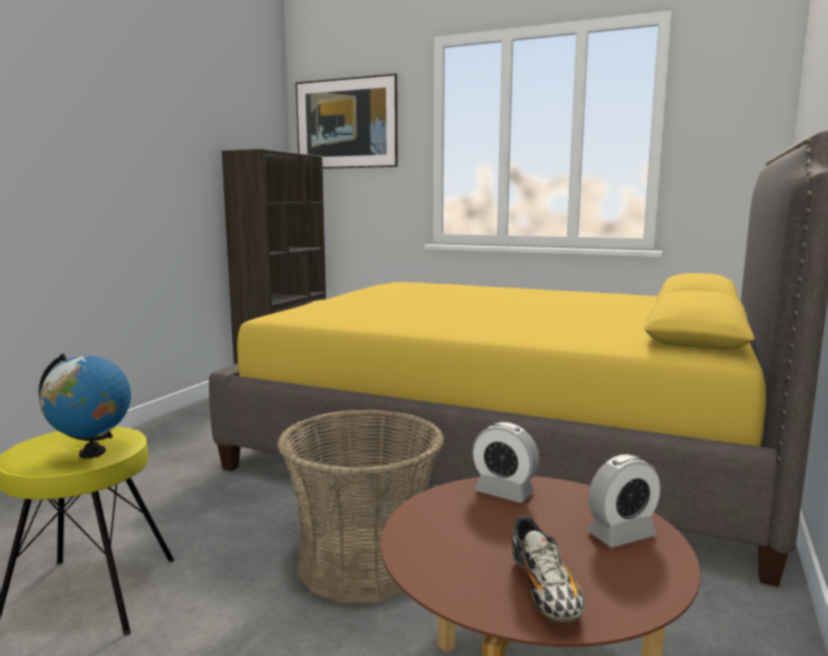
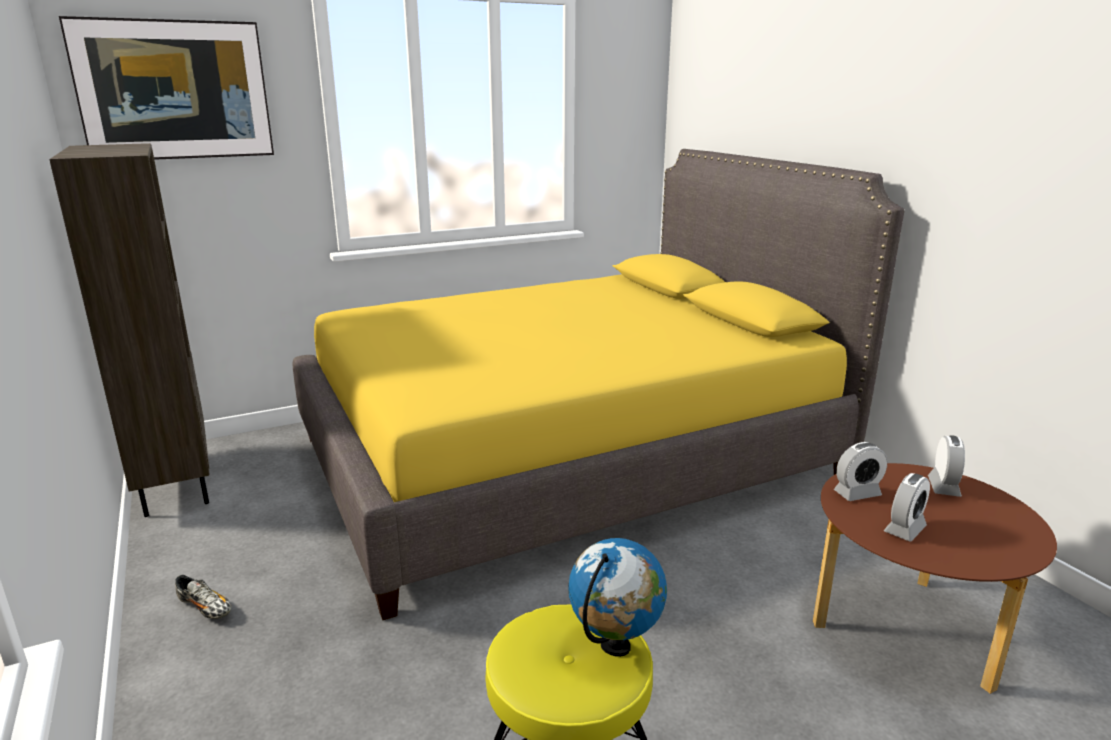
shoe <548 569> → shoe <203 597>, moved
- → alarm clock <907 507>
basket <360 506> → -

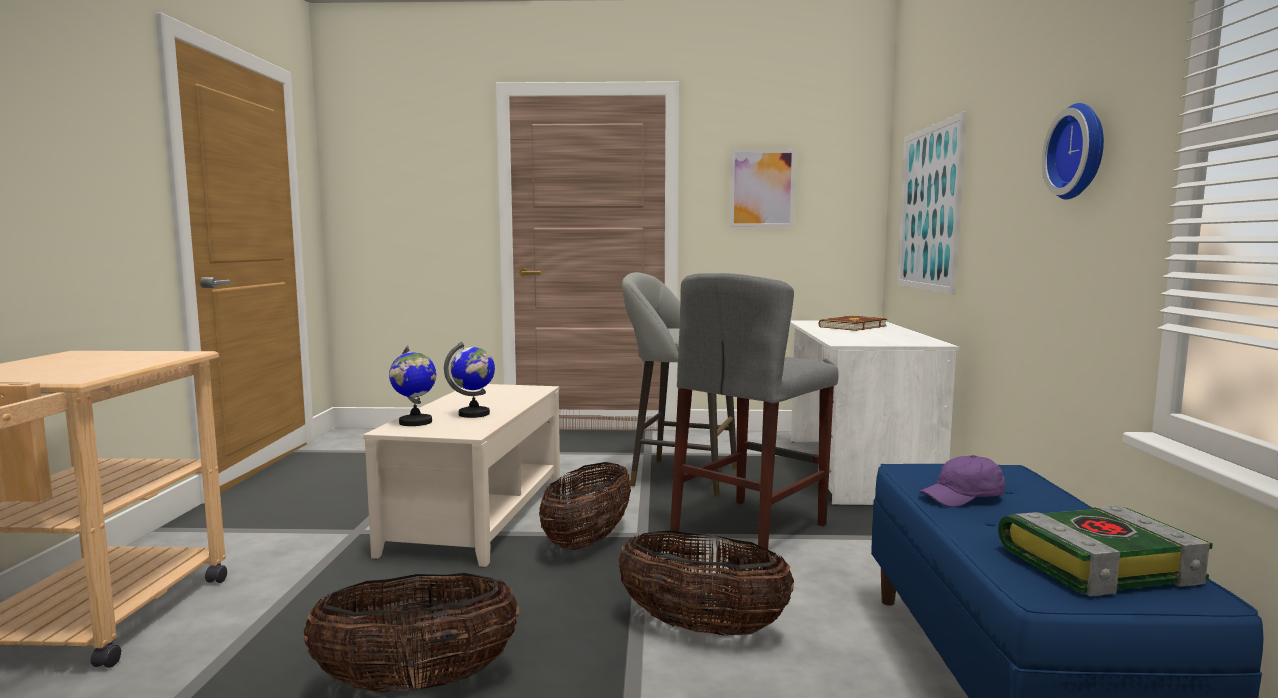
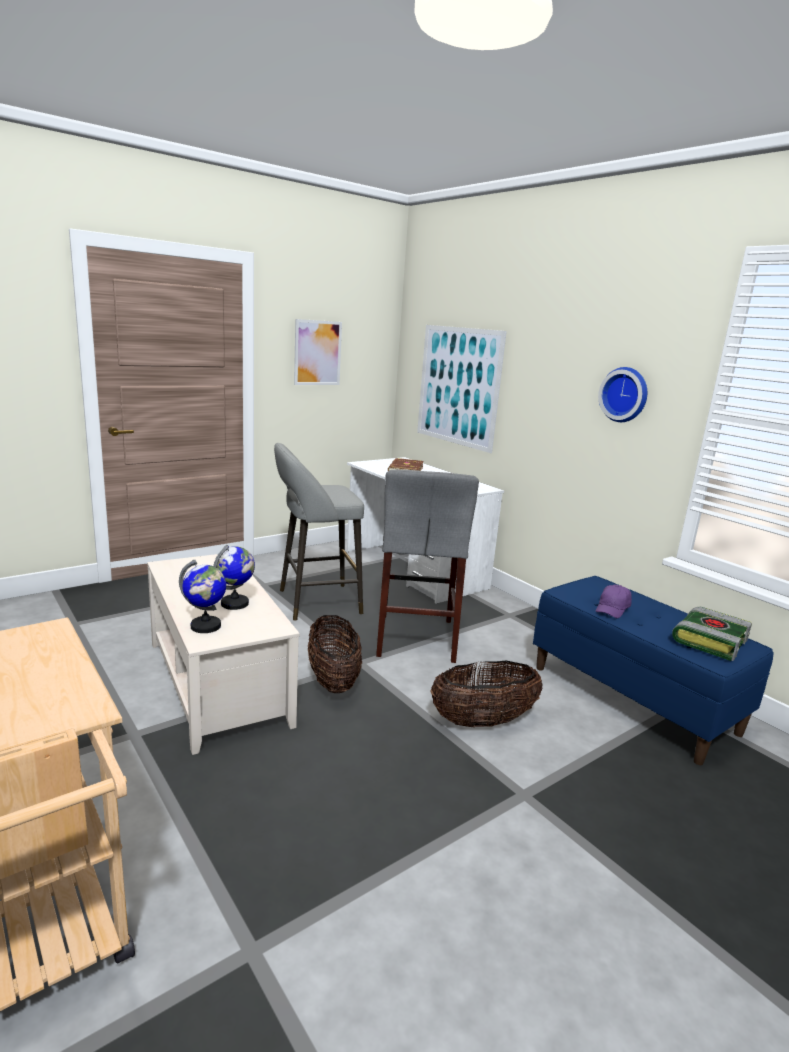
basket <411 633> → -

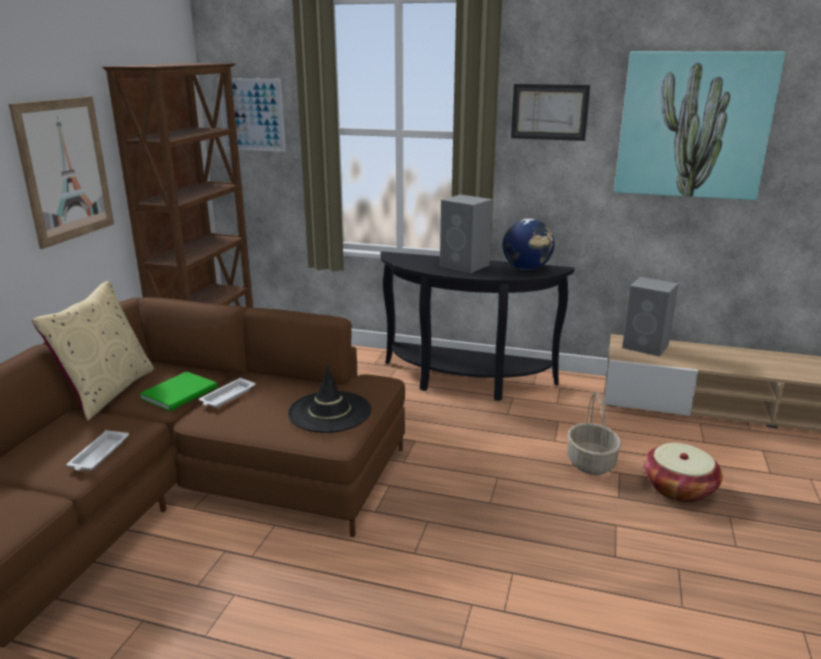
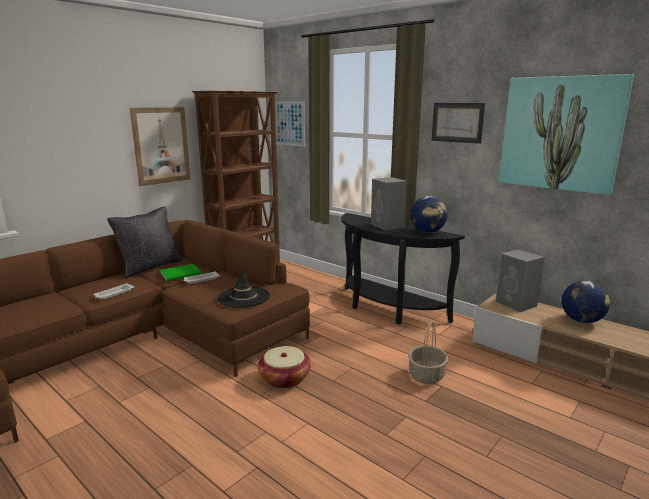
pillow in beige <93 351> → pillow in black <145 242>
basket <683 473> → basket <284 367>, moved
- → globe <586 302>

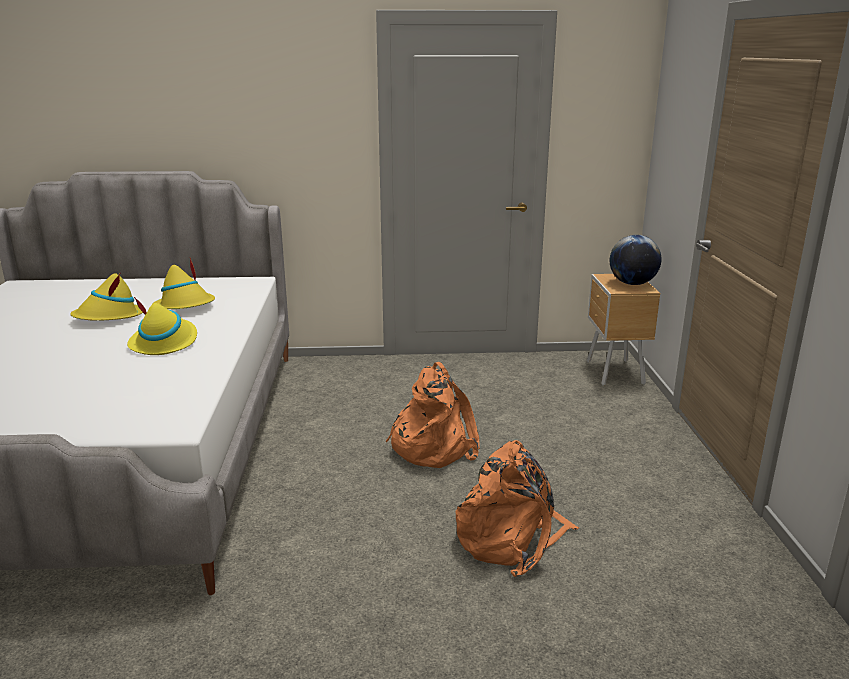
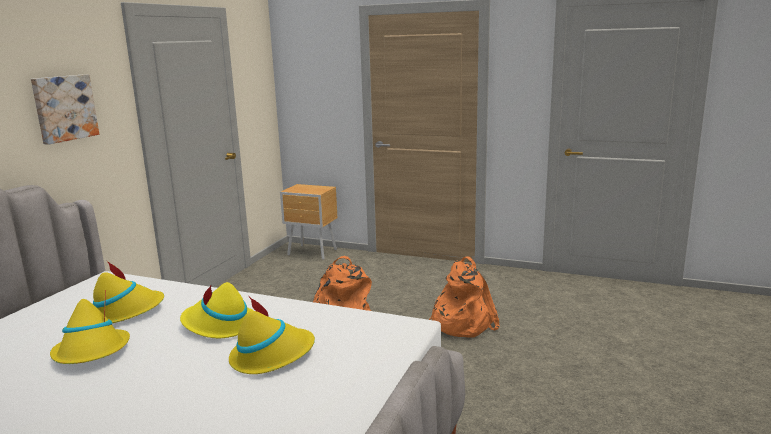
- → picture <65 109>
- → hat in yellow <272 335>
globe <635 260> → -

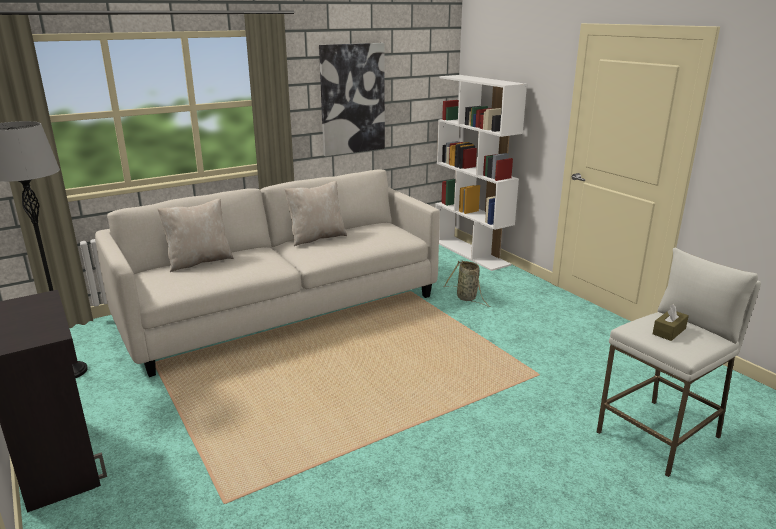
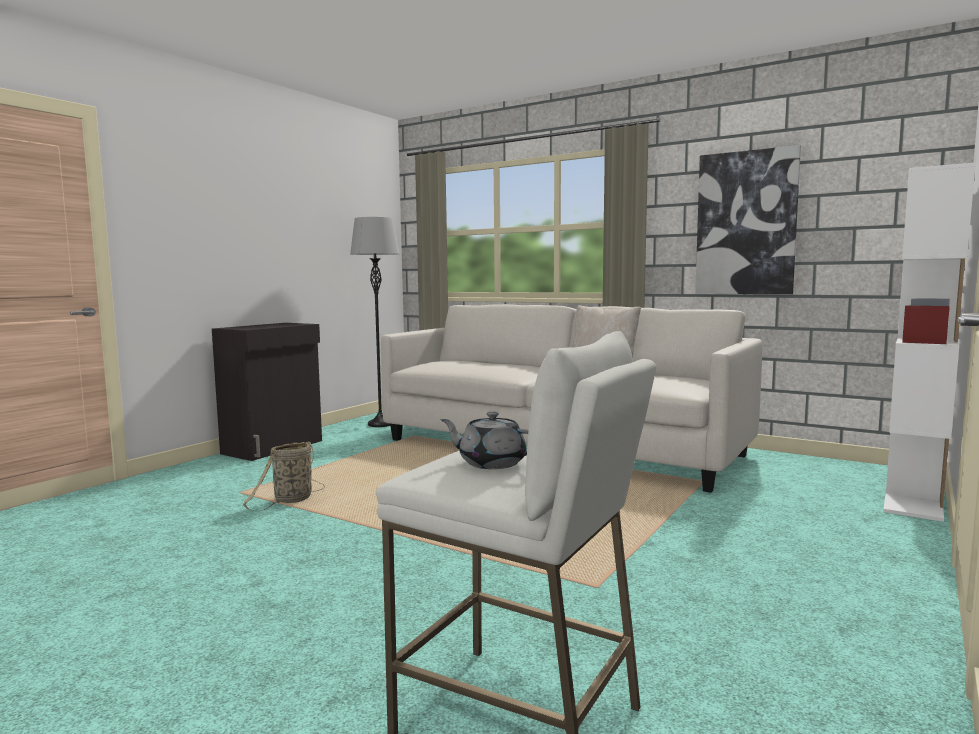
basket <466 283> → basket <284 476>, moved
tissue box in brown <671 322> → teapot in grey <484 440>
pillow in beige <195 235> → -

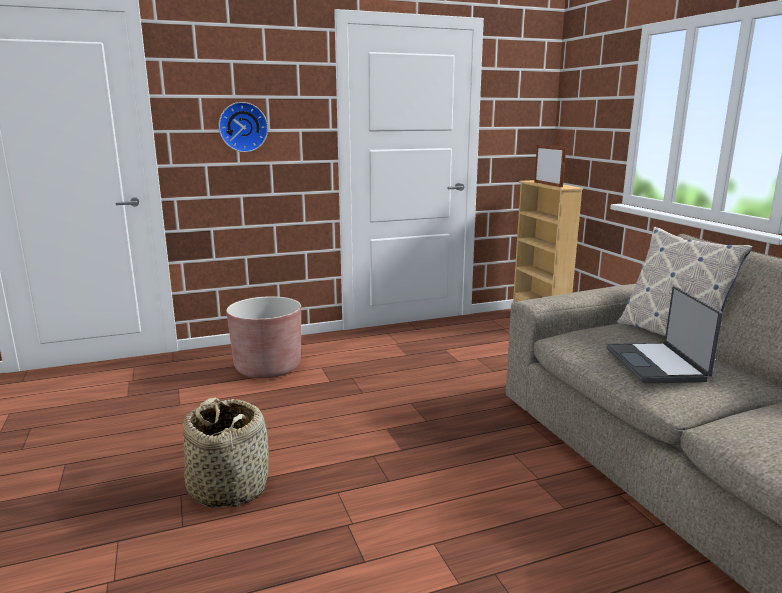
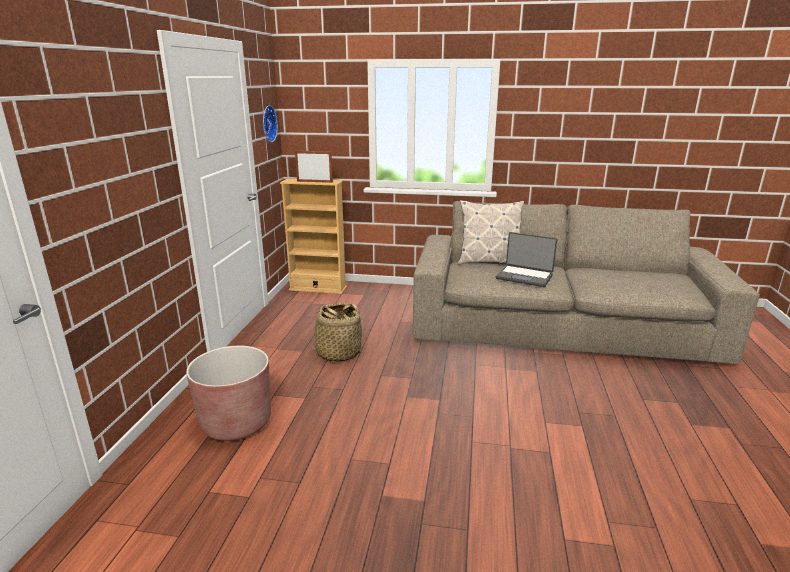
wall clock <243 127> → wall clock <270 124>, moved
basket <226 453> → basket <335 332>, moved

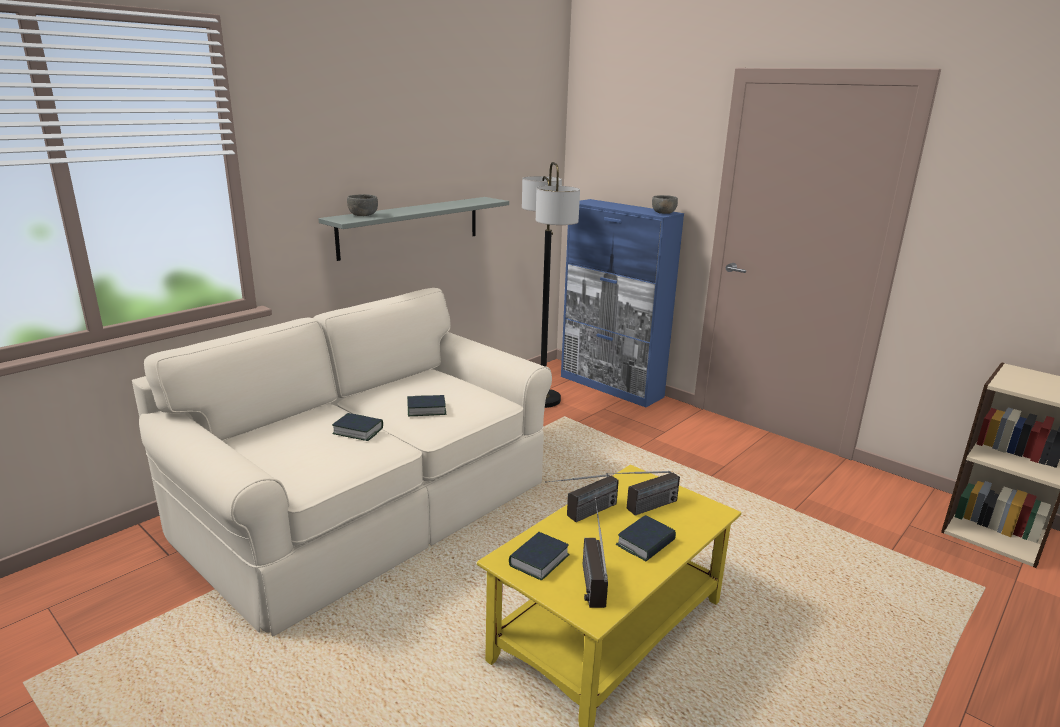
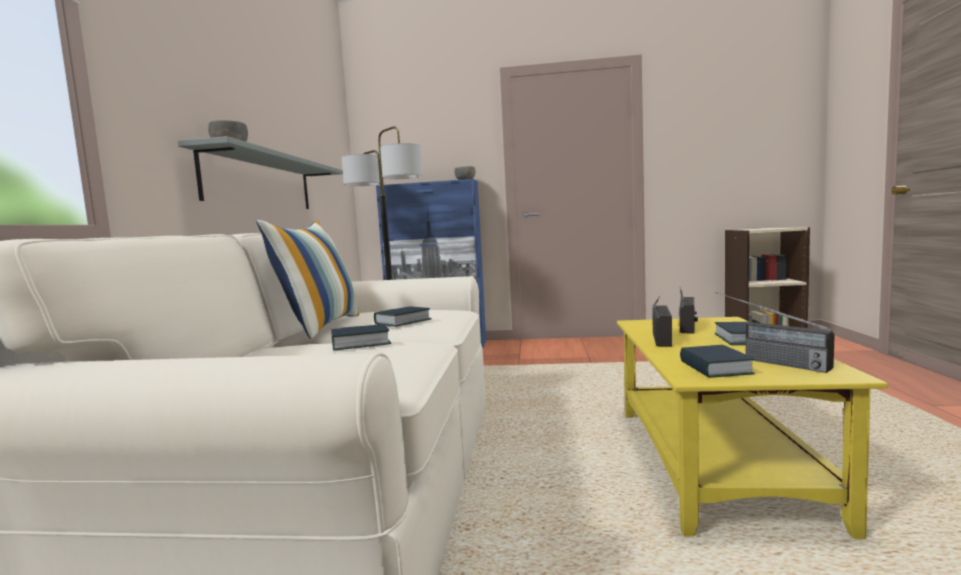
- → pillow <308 279>

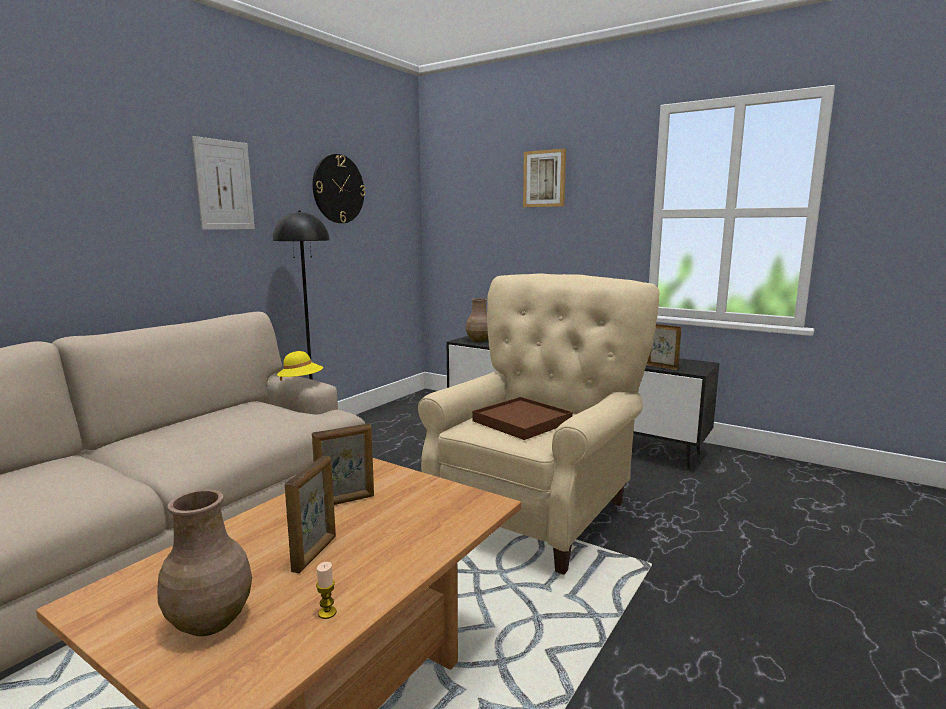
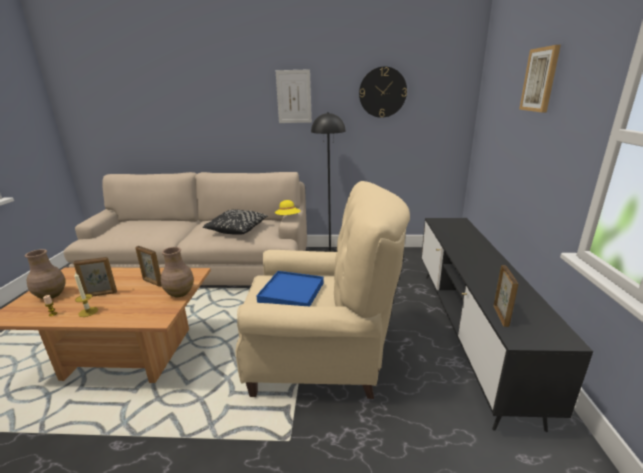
- → candle <86 294>
vase in brown <477 320> → vase in brown <177 272>, moved
- → pillow in black <235 222>
tray in brown <522 418> → tray in blue <290 288>

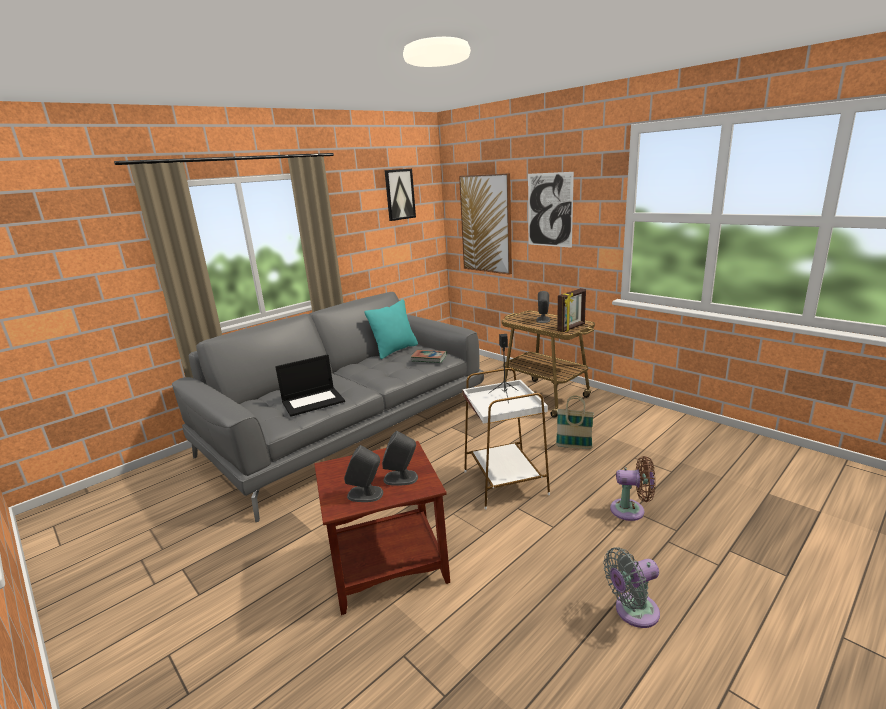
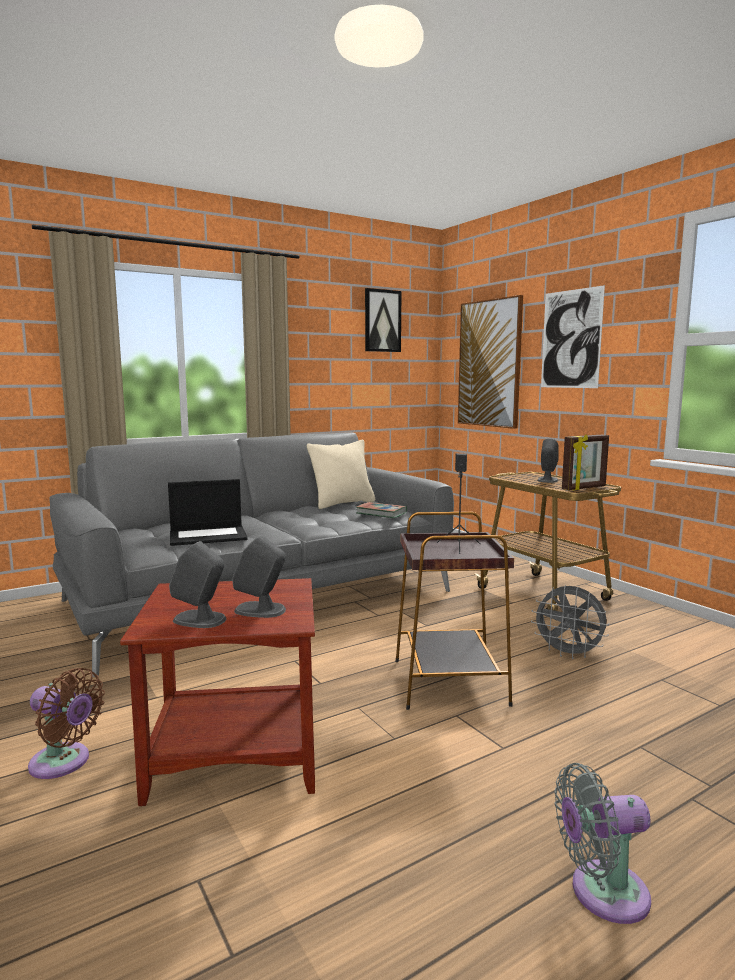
fan in brown <632 488> → fan in brown <66 723>, moved
pillow in turquoise <391 329> → pillow in beige <341 474>
side table in white <506 438> → side table in brown <455 611>
basket <575 422> → fan in grey <570 622>

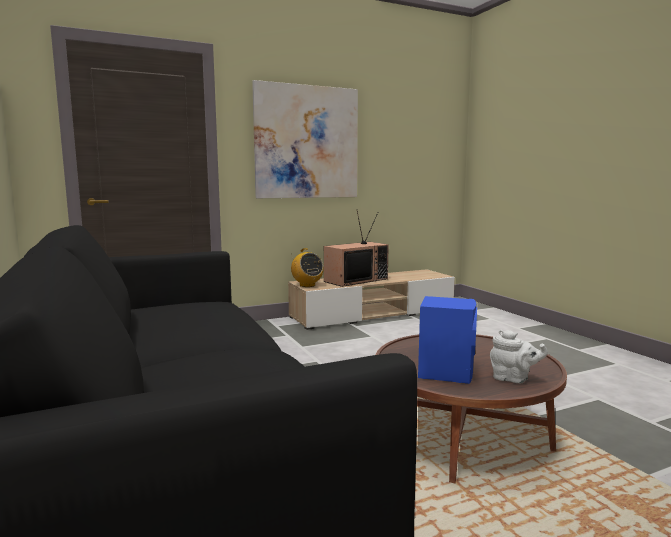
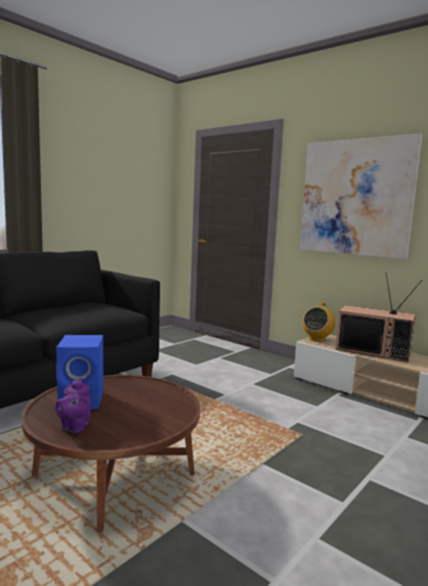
teapot in white <519 356> → teapot in purple <73 405>

